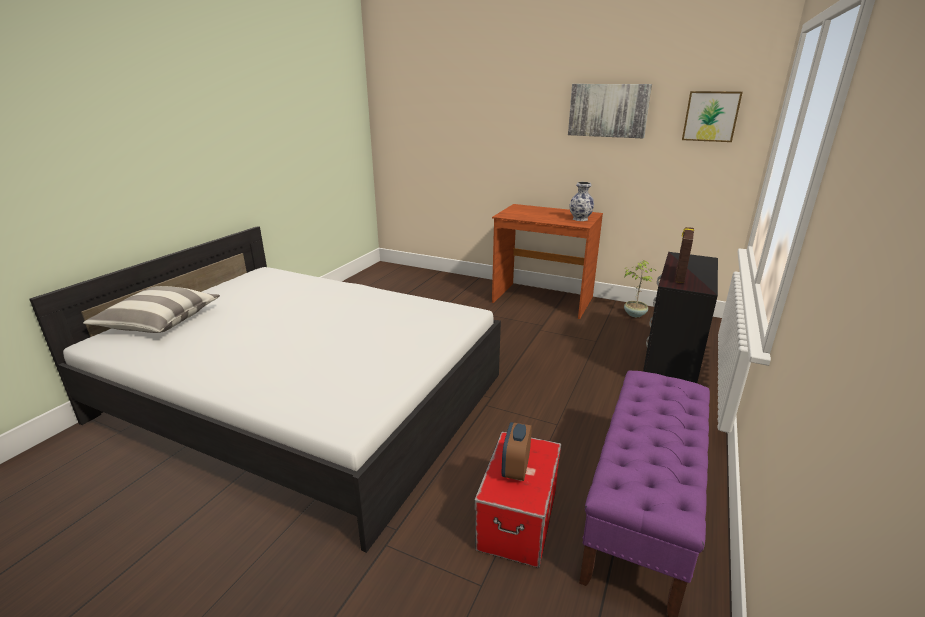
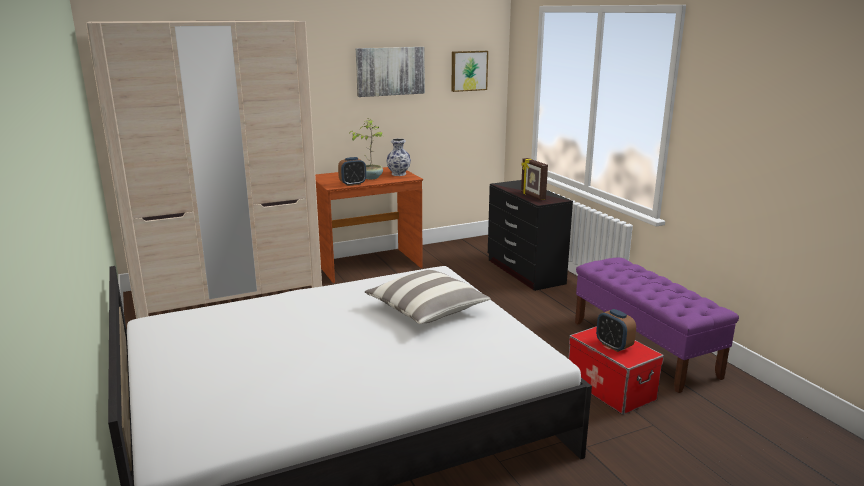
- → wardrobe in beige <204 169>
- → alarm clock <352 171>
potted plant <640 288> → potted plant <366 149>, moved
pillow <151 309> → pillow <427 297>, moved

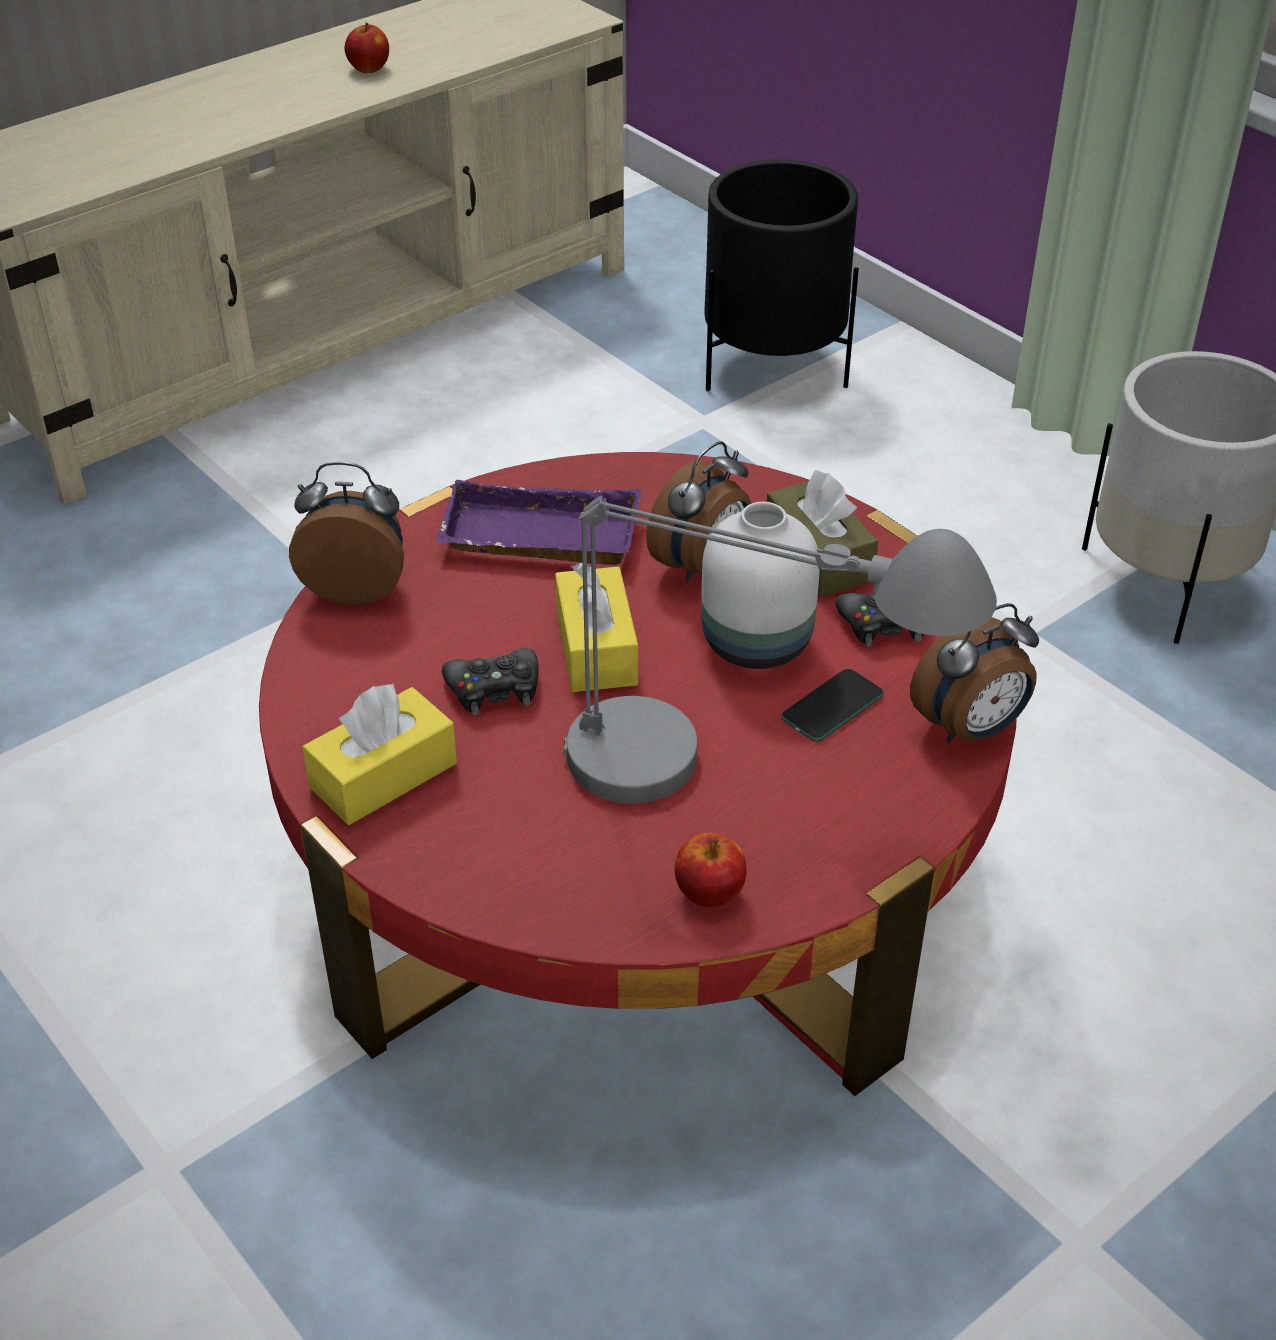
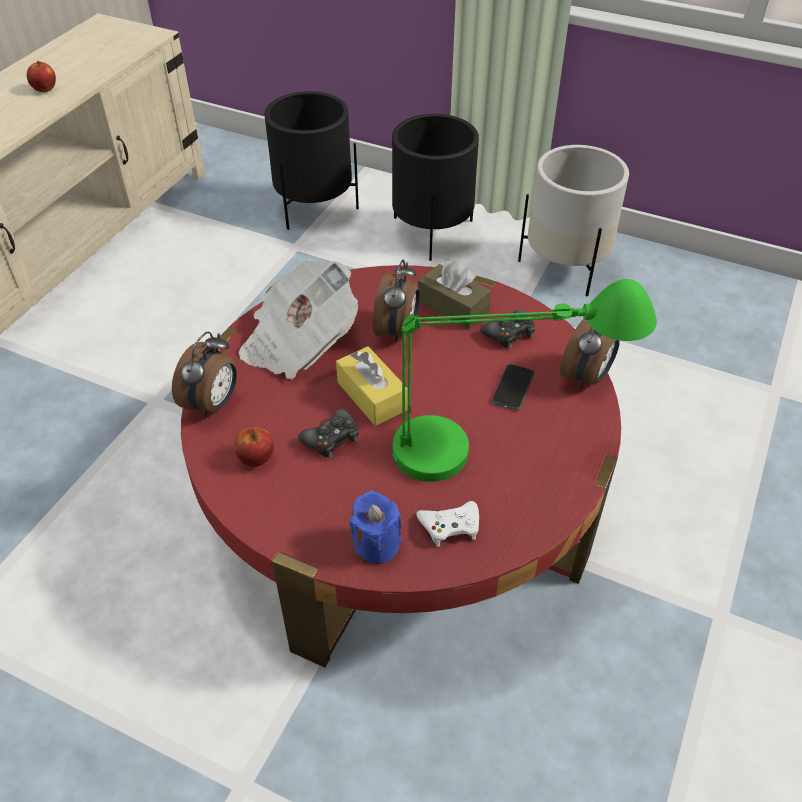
alarm clock <346 533> → alarm clock <204 374>, 135 degrees clockwise
apple <710 870> → apple <254 447>, moved
tray in purple <538 522> → newspaper <298 319>
- → candle in blue <375 527>
- → planter in black <435 187>
table lamp in grey <780 649> → table lamp in green <524 380>
- → game controller in white <447 524>
tissue box in yellow <379 754> → -
vase in white <760 585> → -

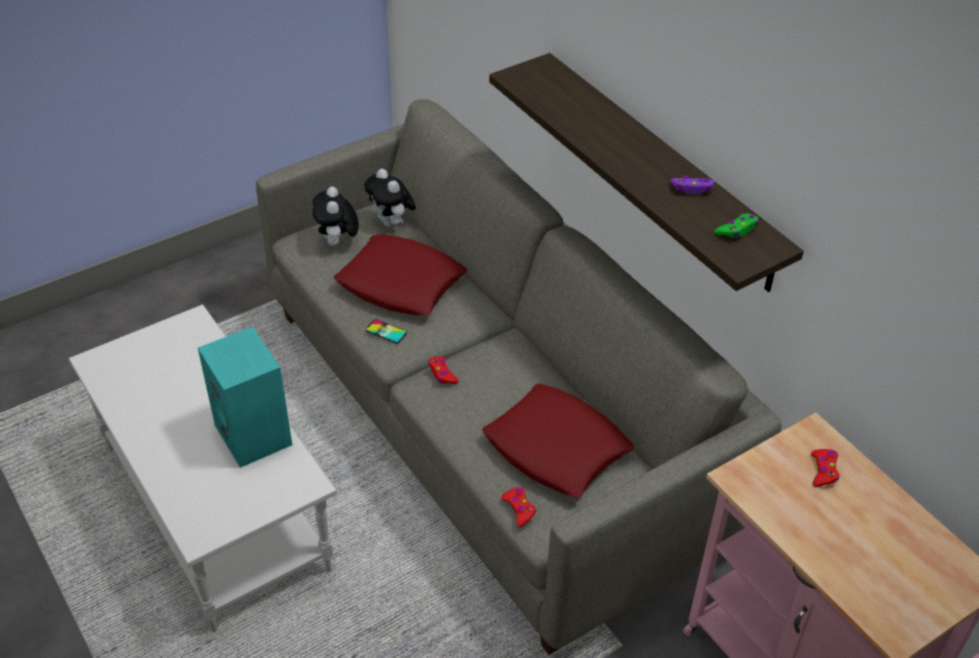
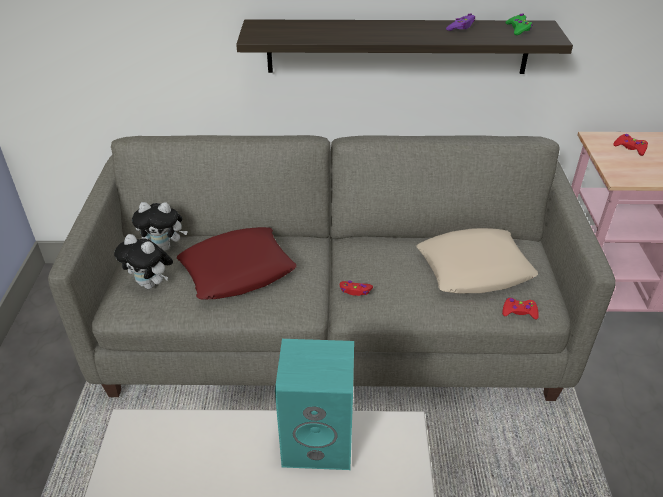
pillow in red <558 441> → pillow in beige <477 260>
phone <386 331> → -

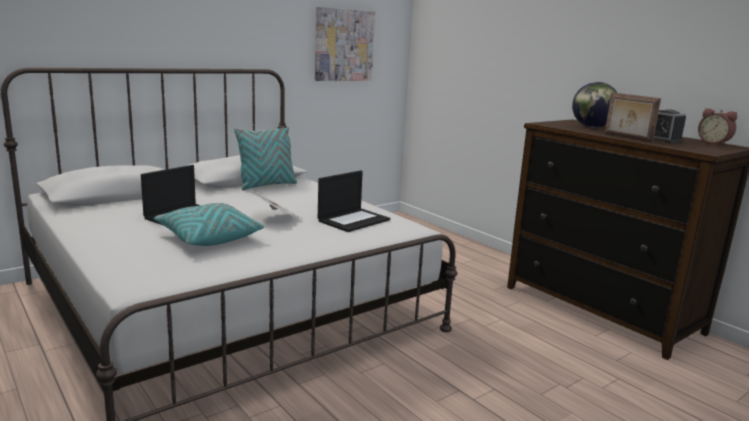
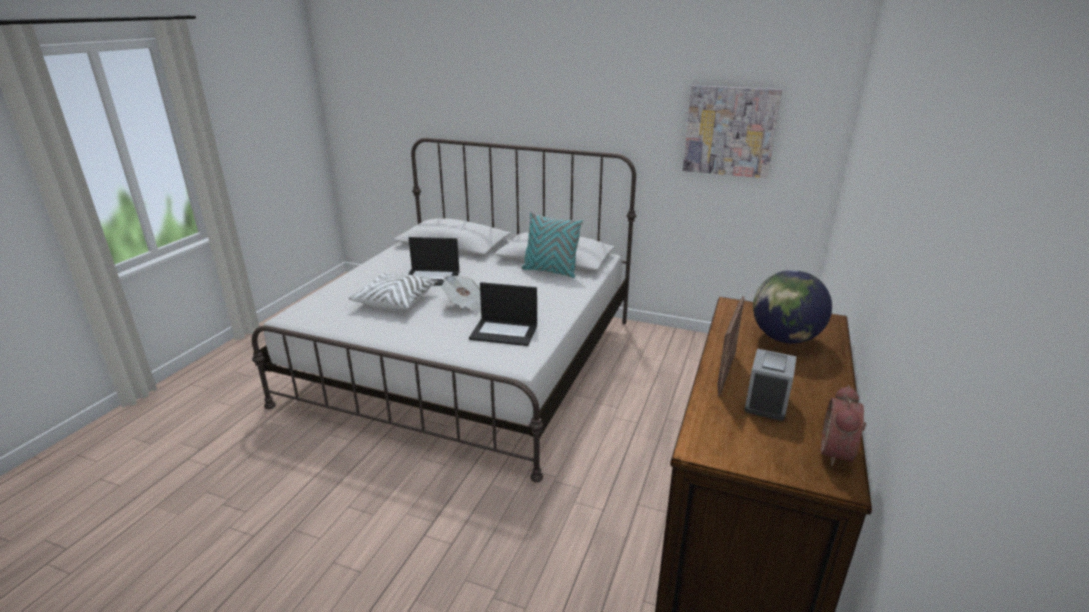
pillow in turquoise <209 224> → pillow in white <393 291>

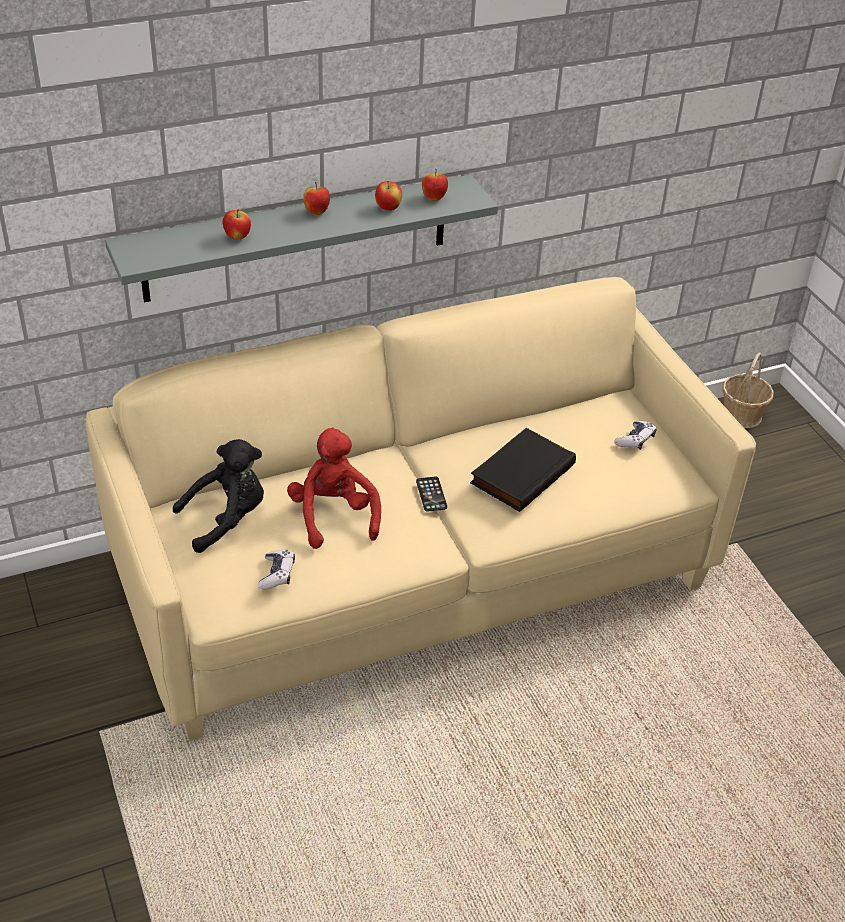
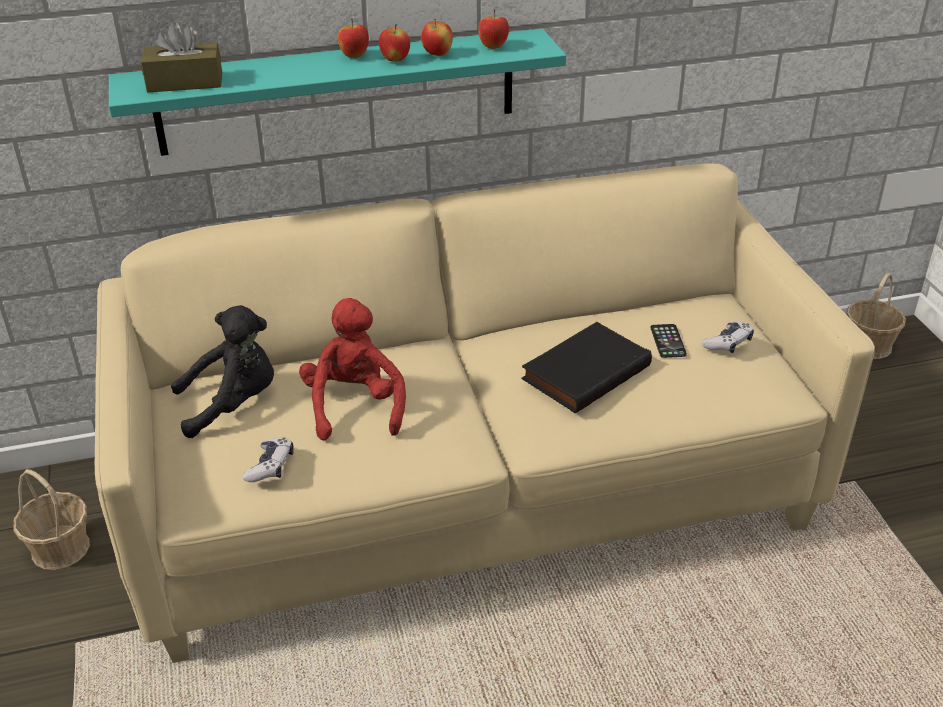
- → basket <51 519>
shelf in grey <301 238> → shelf in turquoise <337 92>
- → tissue box in brown <181 57>
apple <237 224> → apple <394 43>, moved
phone <431 494> → phone <669 341>, moved

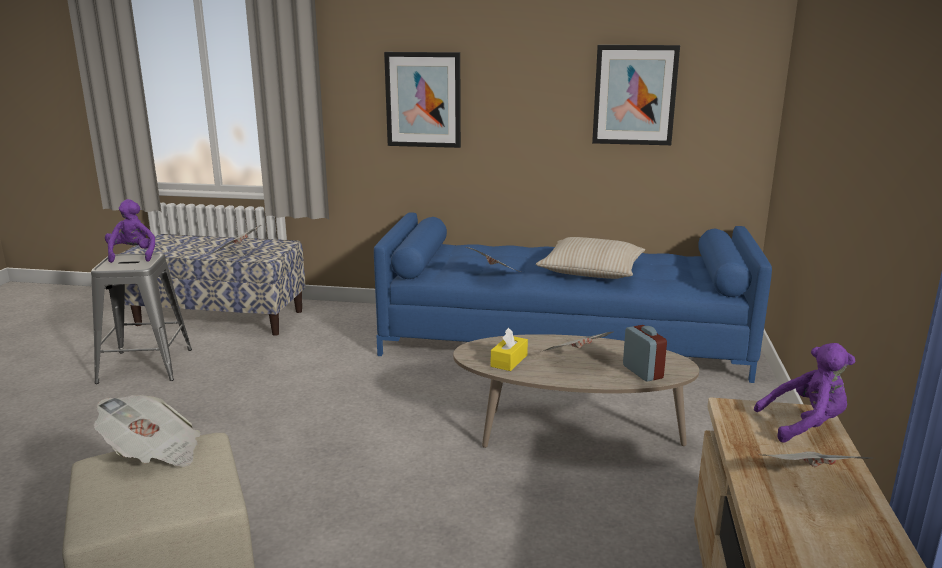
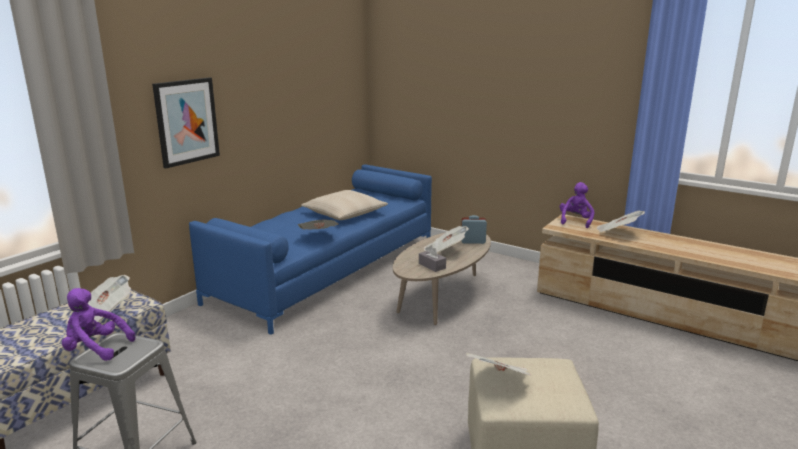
tissue box in yellow <509 349> → tissue box in grey <432 258>
picture <636 95> → -

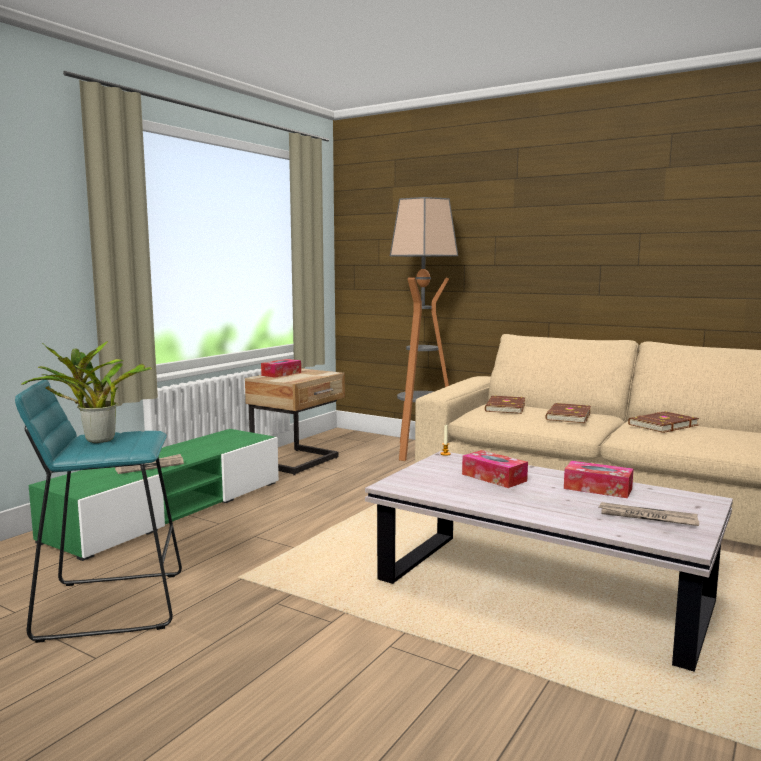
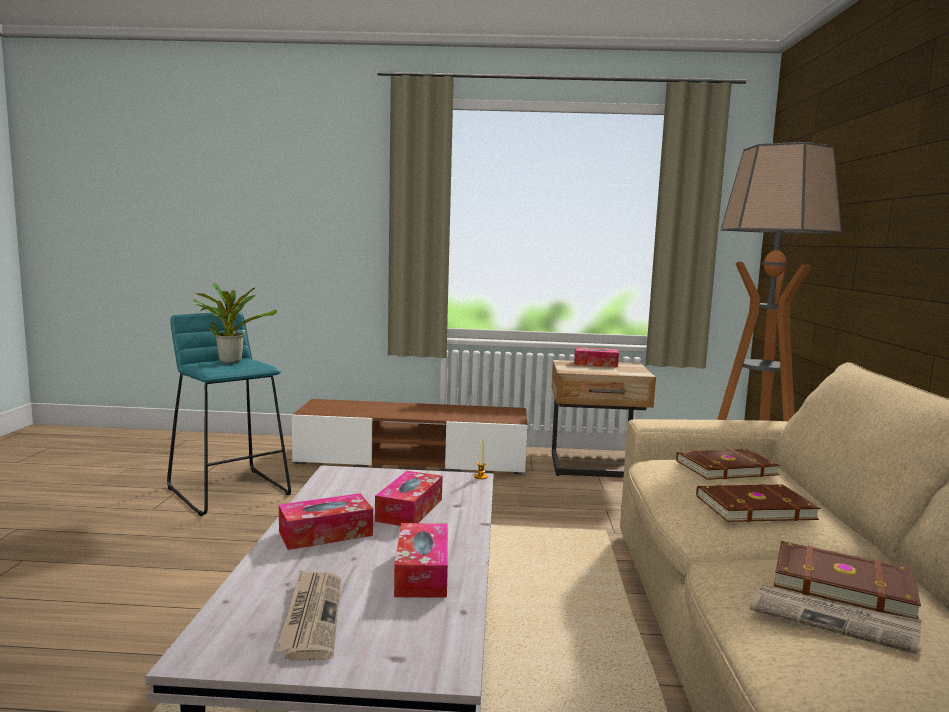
- → tissue box <326 521>
tv stand in green <154 495> → tv stand in brown <410 436>
newspaper <149 464> → newspaper <835 619>, moved

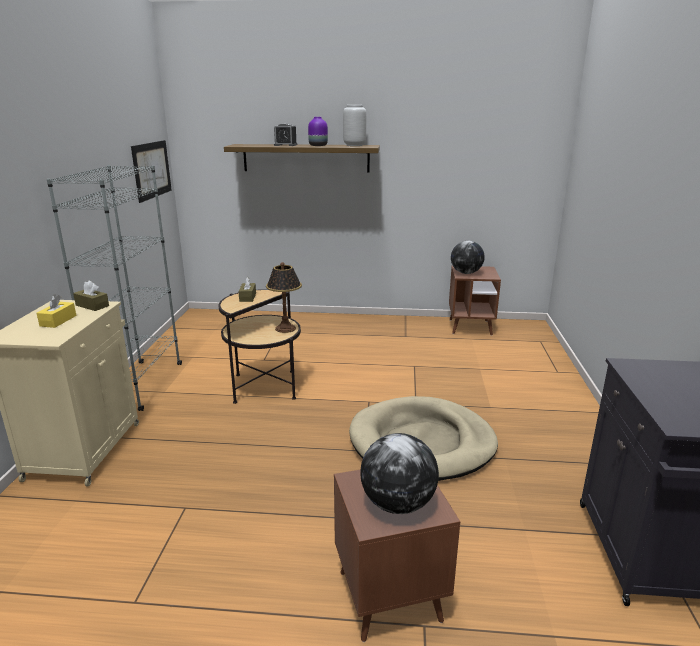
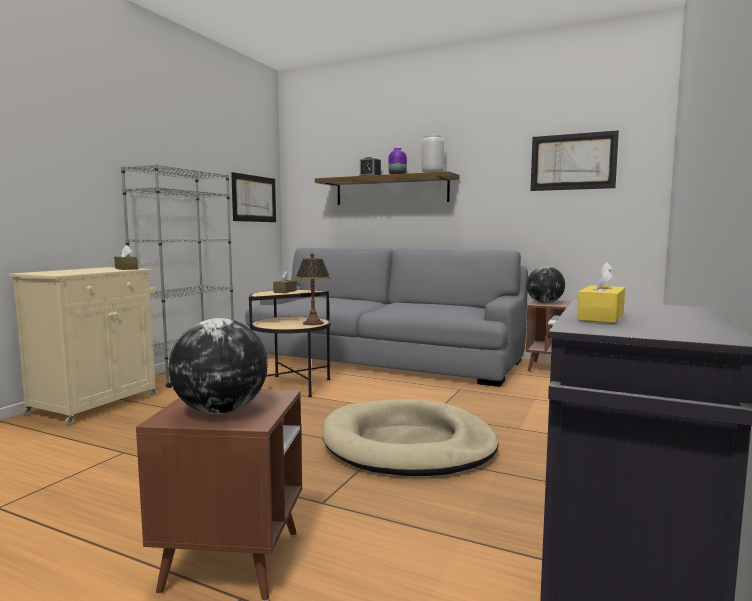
- → sofa in grey <386 317>
- → picture <575 160>
tissue box in yellow <57 311> → tissue box in yellow <601 292>, moved

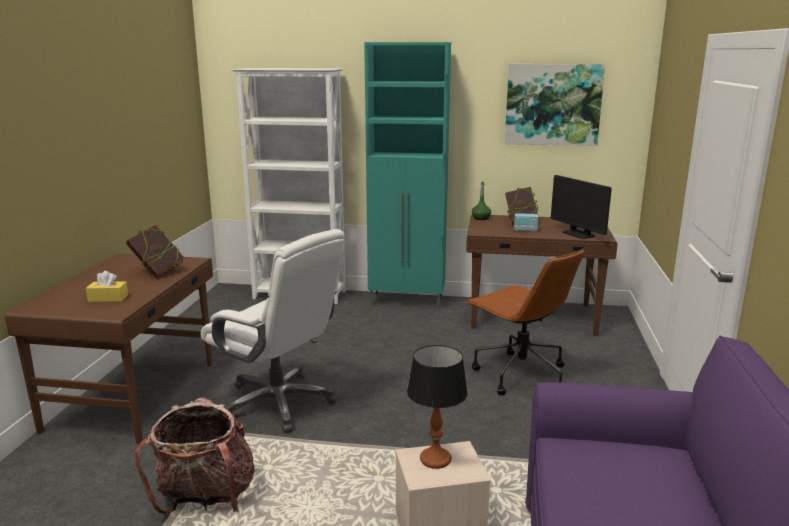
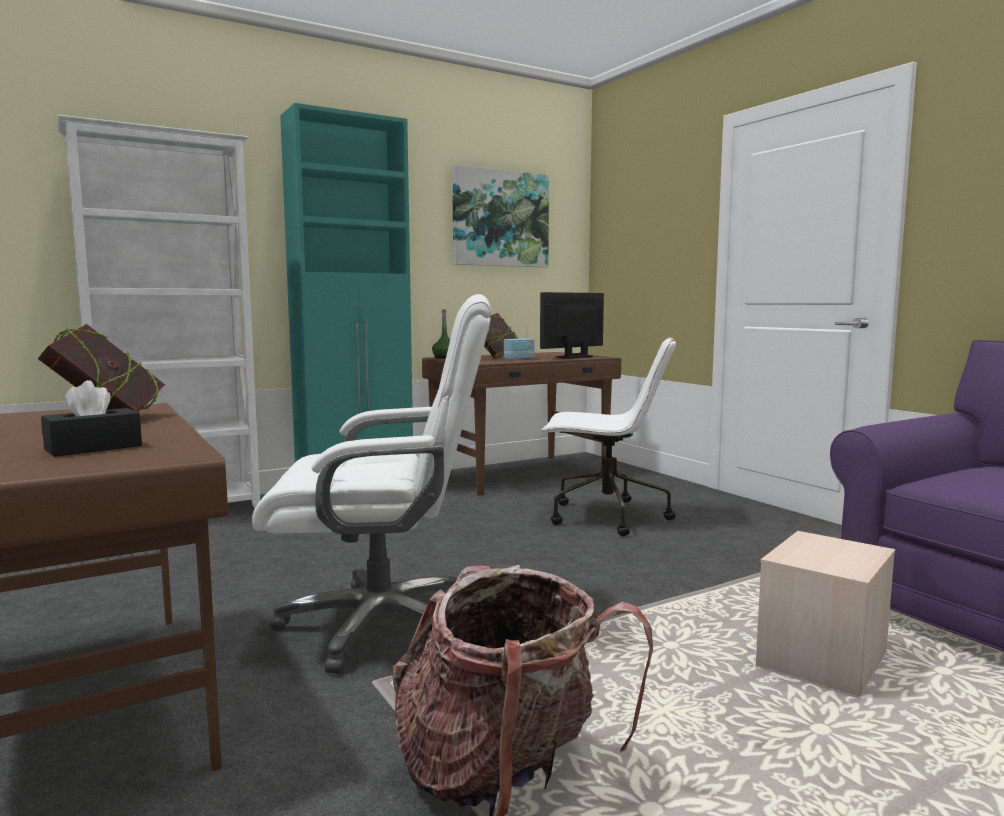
tissue box in yellow <107 286> → tissue box in black <91 418>
monitor <581 207> → monitor <572 325>, 120 degrees clockwise
office chair in brown <525 321> → office chair in white <608 436>
table lamp <437 407> → -

